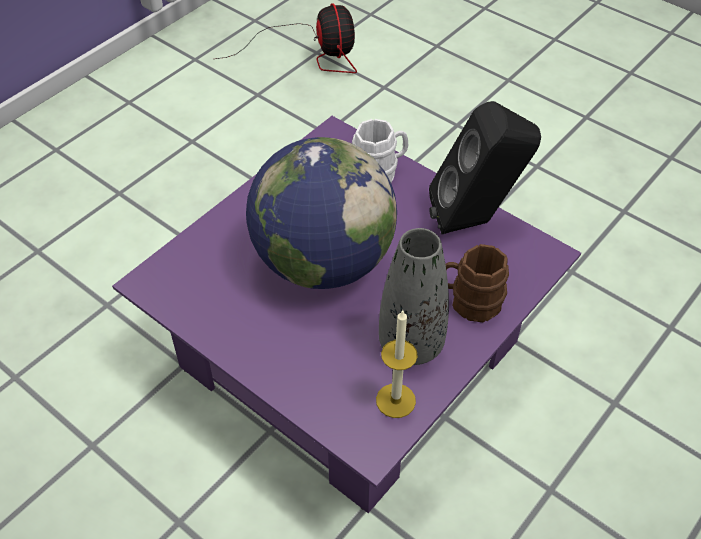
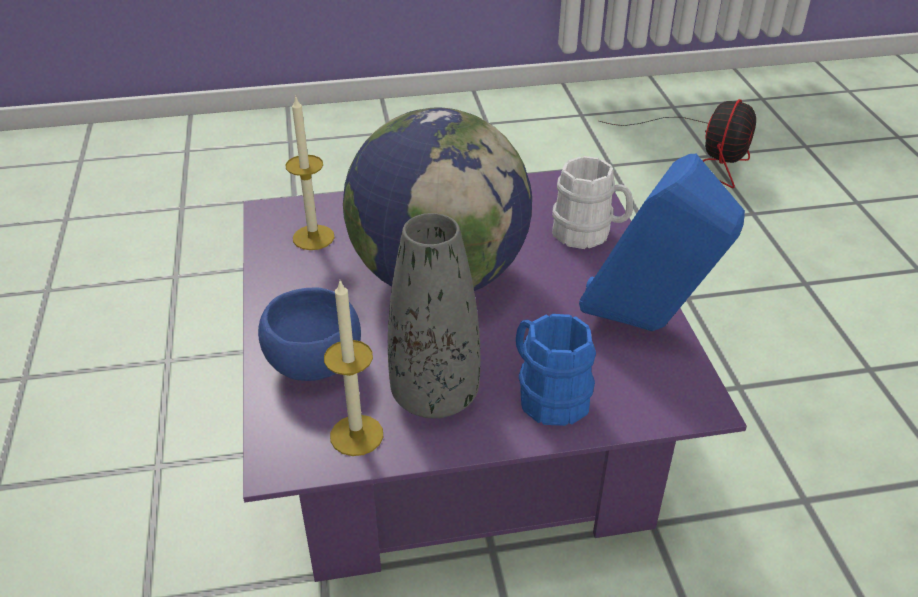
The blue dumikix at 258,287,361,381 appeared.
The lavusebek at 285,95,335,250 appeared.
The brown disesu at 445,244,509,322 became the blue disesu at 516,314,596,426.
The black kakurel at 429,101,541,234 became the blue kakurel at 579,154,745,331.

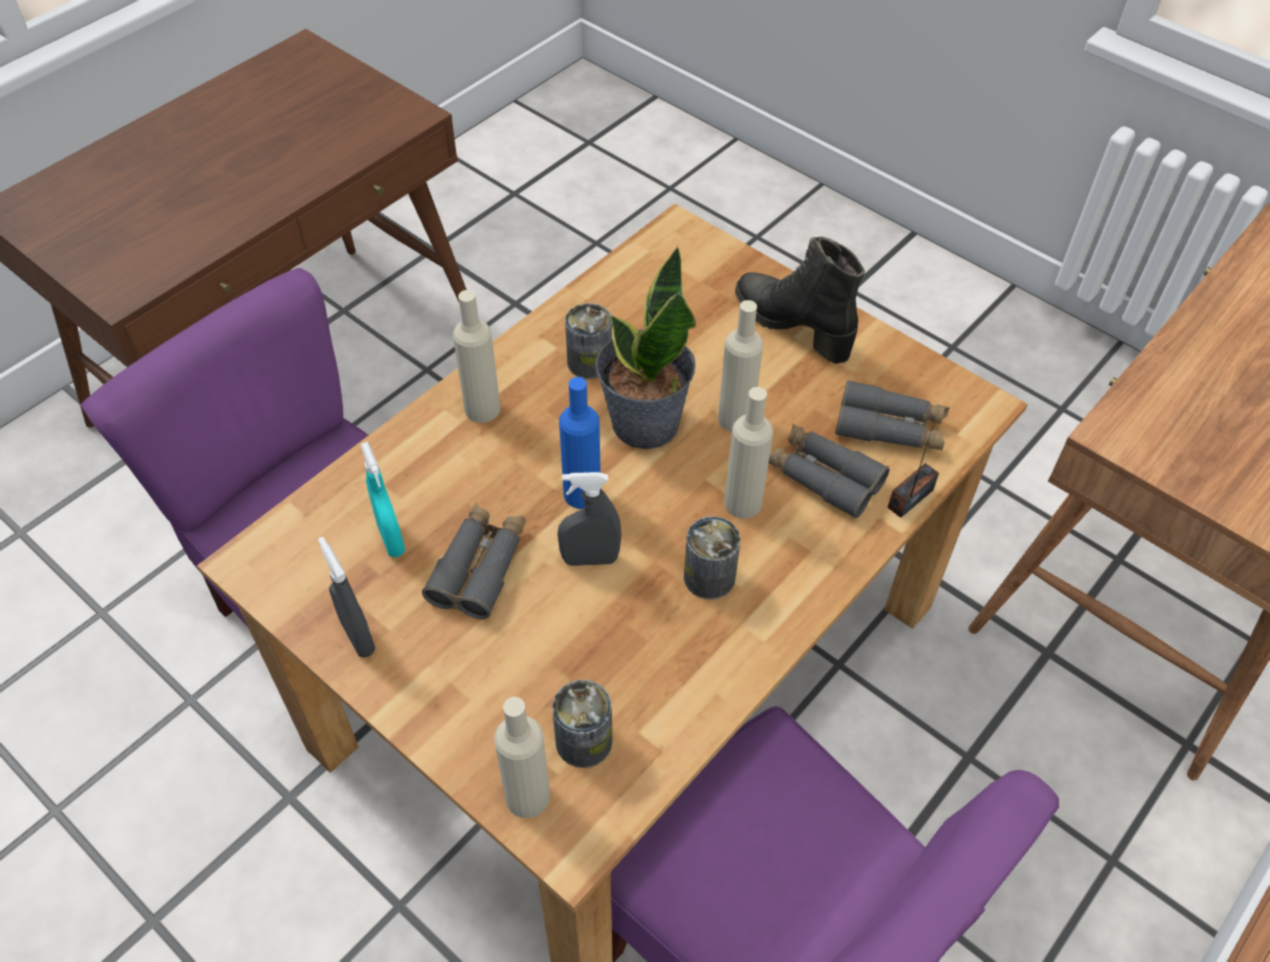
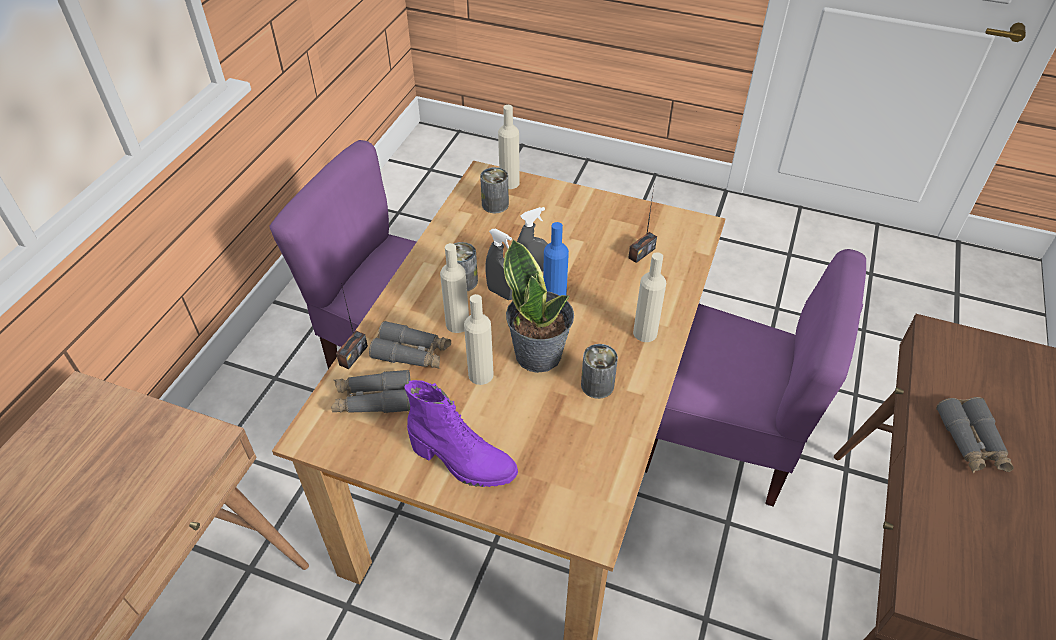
The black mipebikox at 735,237,865,364 became the purple mipebikox at 404,380,518,487.
The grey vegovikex moved from 318,537,375,658 to 486,229,513,300.
The turquoise vegovikex at 361,442,405,557 was replaced by the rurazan at 628,187,657,263.
The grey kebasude moved from 422,503,526,619 to 936,397,1014,474.

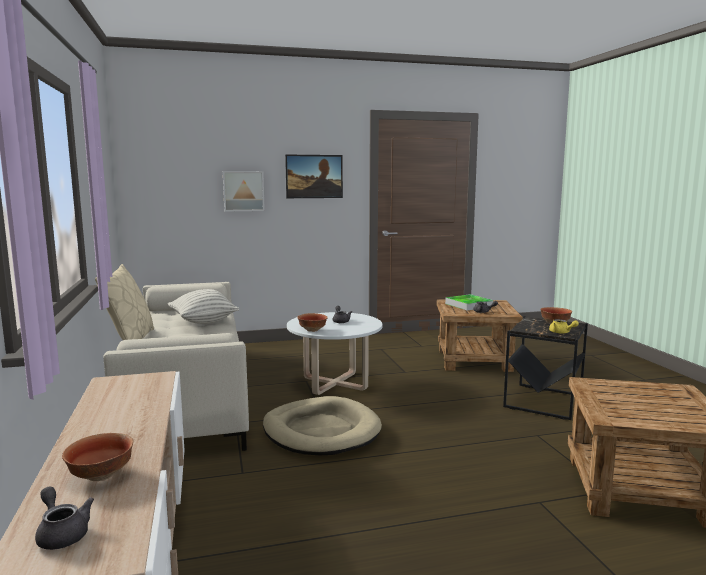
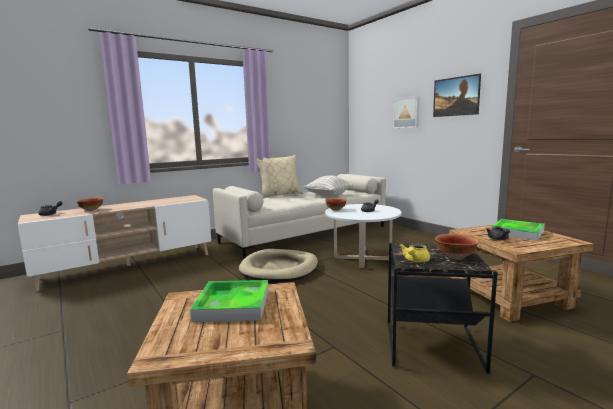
The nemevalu at 190,280,268,322 appeared.

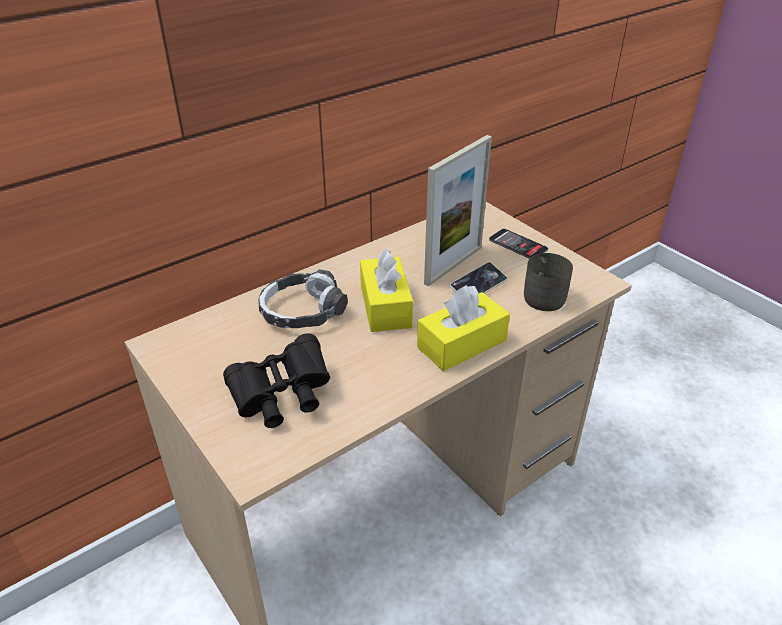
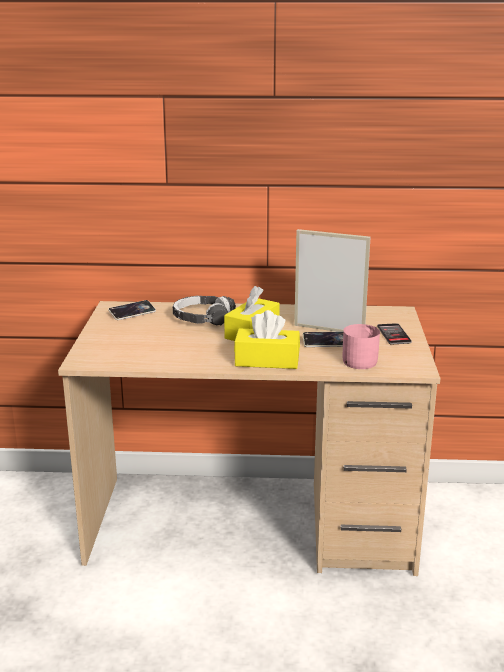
The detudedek at 108,300,156,320 appeared.
The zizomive at 424,135,492,286 turned 150 degrees counterclockwise.
The grey disesu at 524,253,573,311 became the pink disesu at 342,324,380,369.
The black kebasude at 223,333,330,428 disappeared.

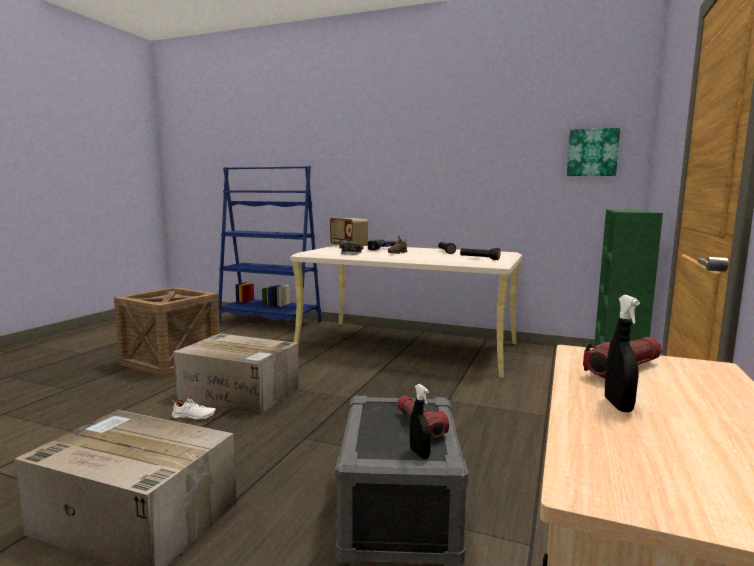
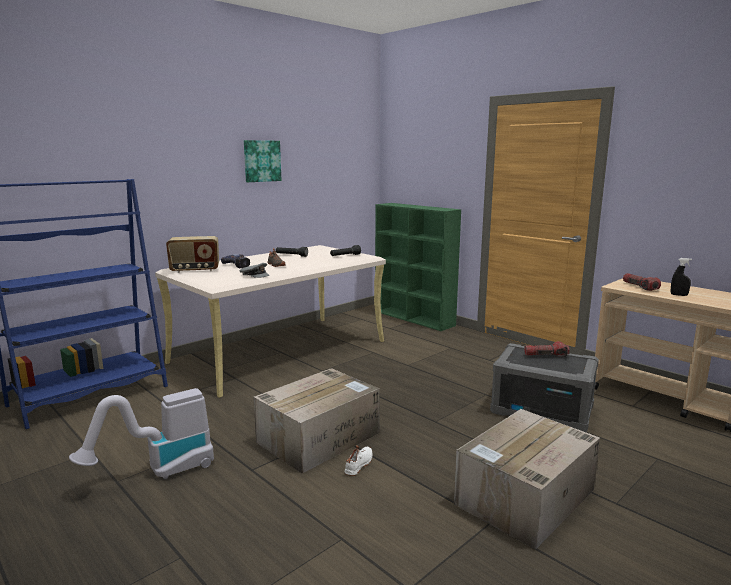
The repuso at 114,287,220,378 was replaced by the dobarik at 69,388,214,479.
The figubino moved from 567,128,620,176 to 244,140,282,182.
The black vegovikex at 410,384,431,459 disappeared.

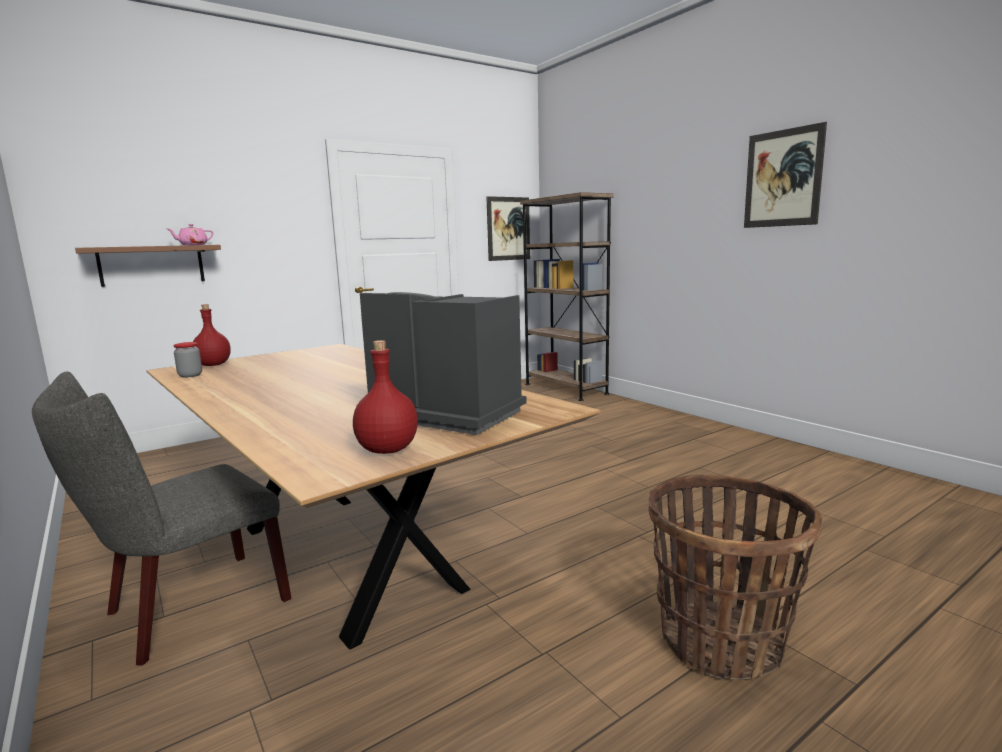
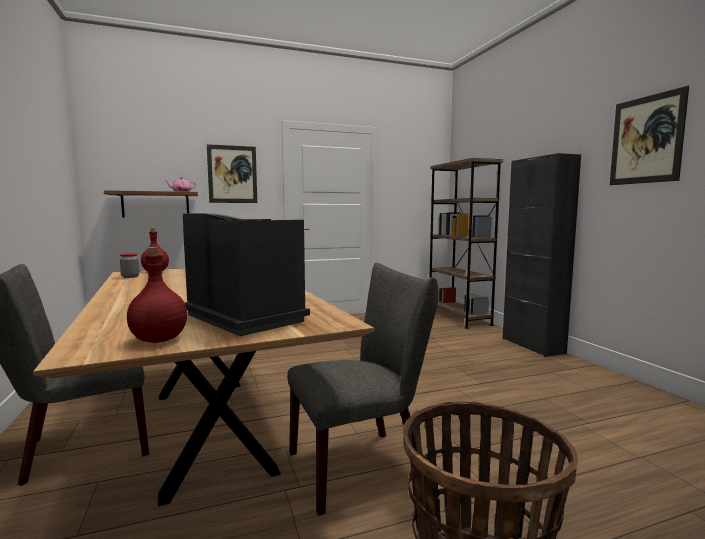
The figubino moved from 486,196,530,261 to 207,144,257,203.
The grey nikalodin at 287,263,439,516 appeared.
The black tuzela at 503,153,581,357 appeared.

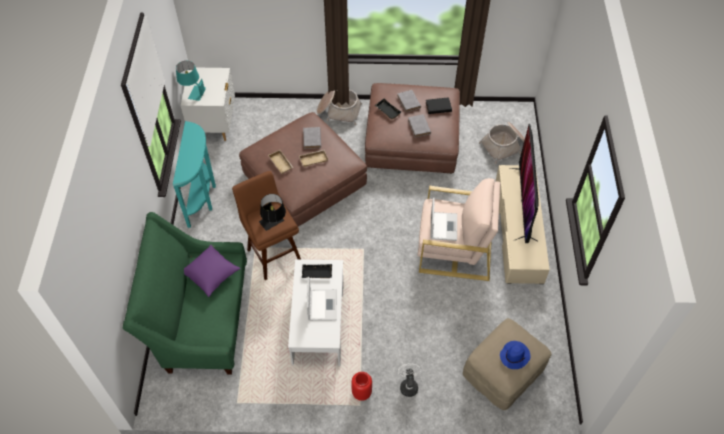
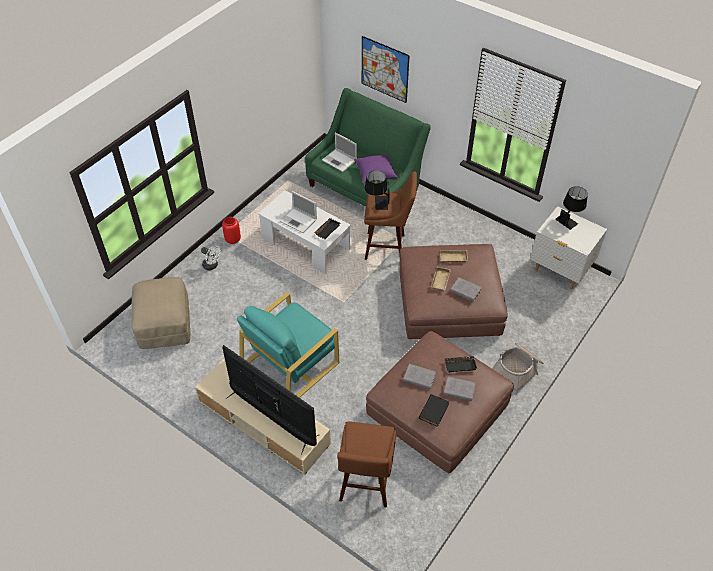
The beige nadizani at 417,178,501,281 became the turquoise nadizani at 237,292,339,398.
The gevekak moved from 430,198,457,241 to 322,132,357,172.
The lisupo at 479,122,525,164 was replaced by the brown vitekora at 337,421,396,507.
The figubino at 362,36,410,103 appeared.
The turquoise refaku at 176,61,206,101 became the black refaku at 555,186,588,230.
The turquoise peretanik at 173,121,216,228 disappeared.
The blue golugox at 500,341,531,369 disappeared.

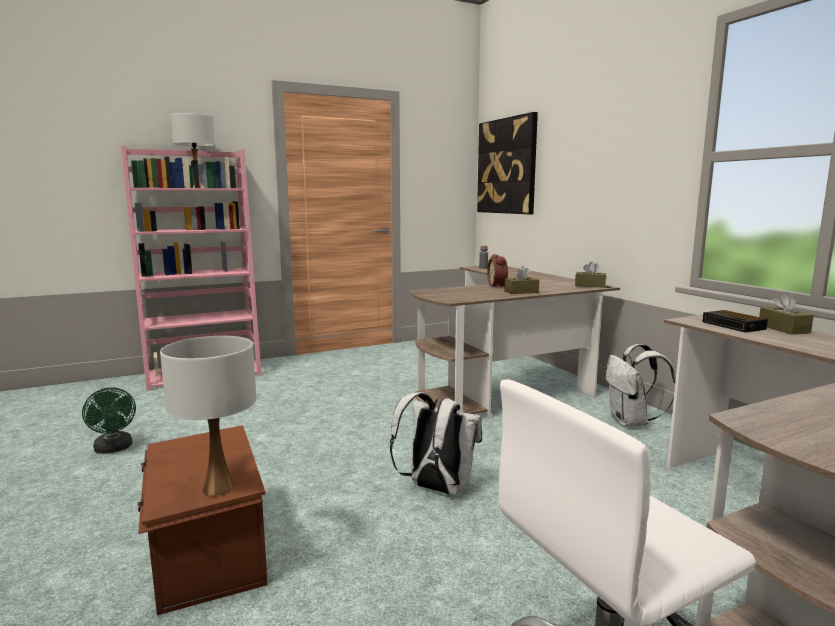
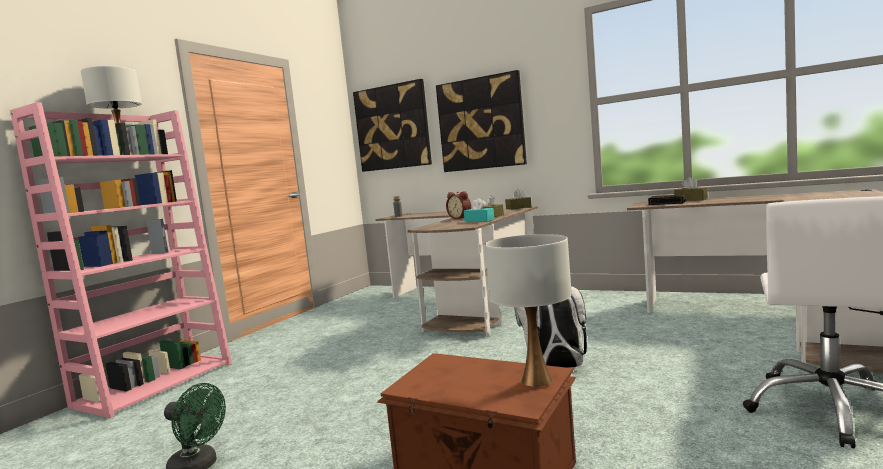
The figubino at 436,70,527,172 appeared.
The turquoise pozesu at 464,198,494,222 appeared.
The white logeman at 606,344,676,427 disappeared.

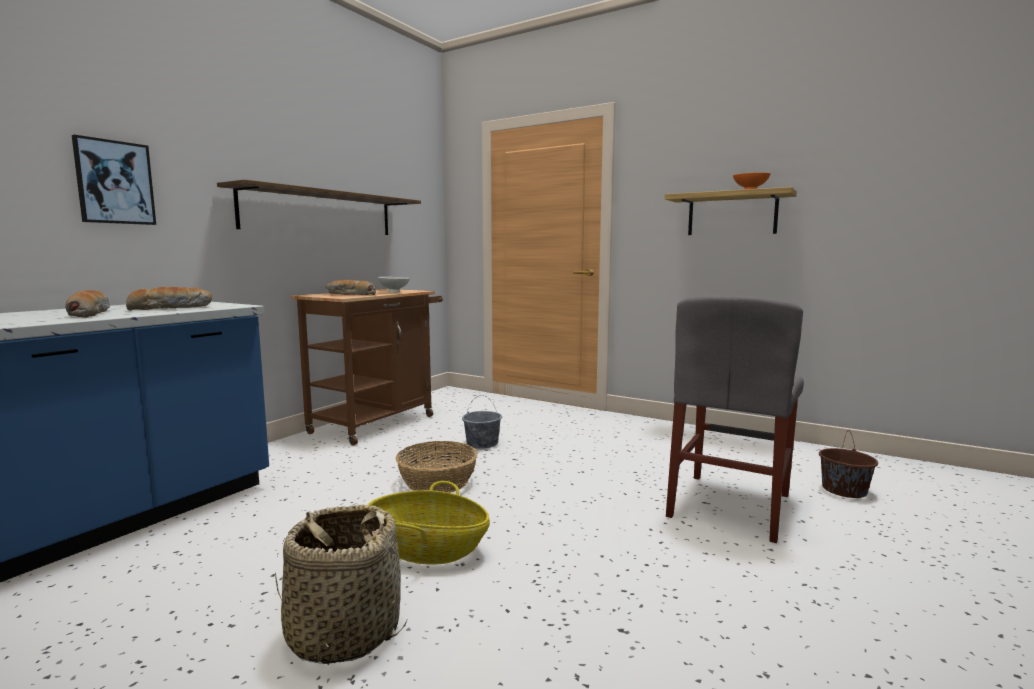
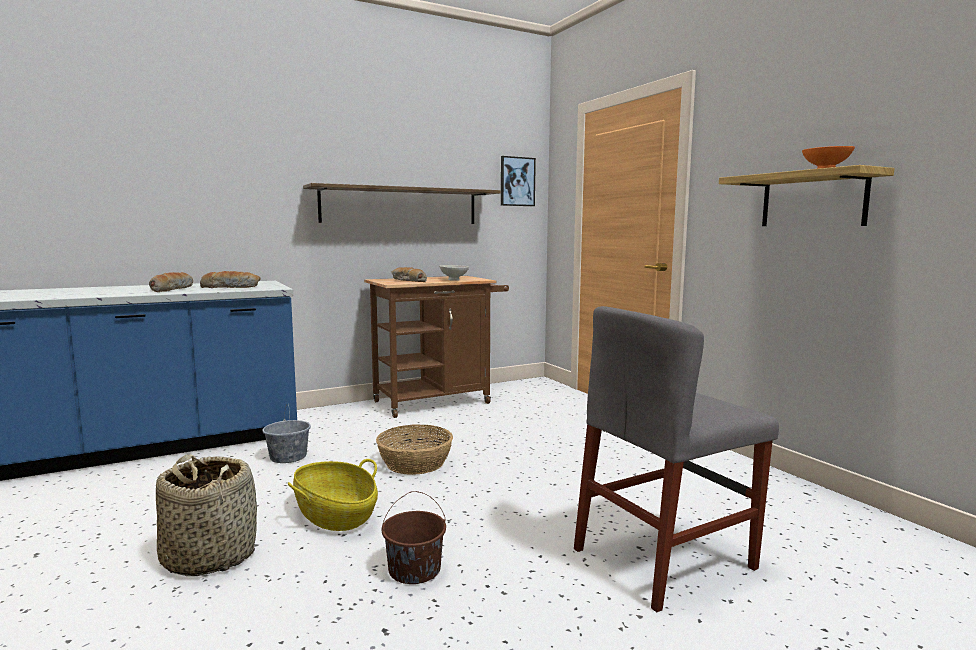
The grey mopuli moved from 462,395,502,449 to 262,404,311,463.
The brown mopuli moved from 819,430,878,498 to 382,491,446,584.
The figubino moved from 72,135,156,225 to 501,156,536,206.

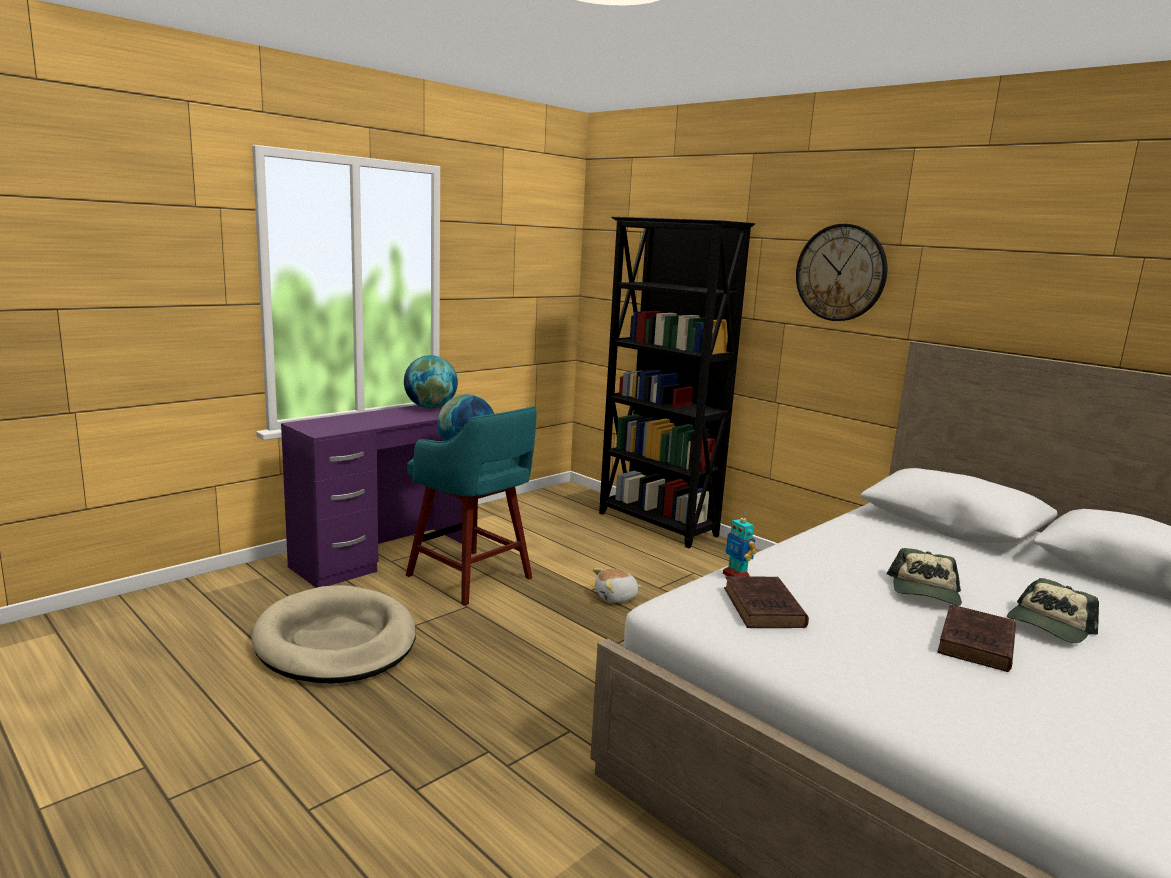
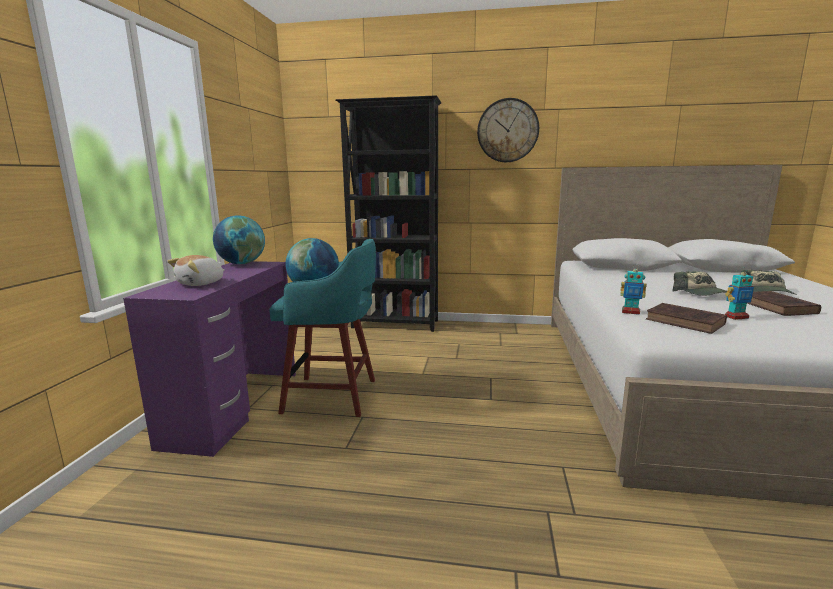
The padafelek moved from 592,568,642,603 to 167,255,225,286.
The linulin at 725,267,754,320 appeared.
The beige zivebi at 251,585,416,683 disappeared.

